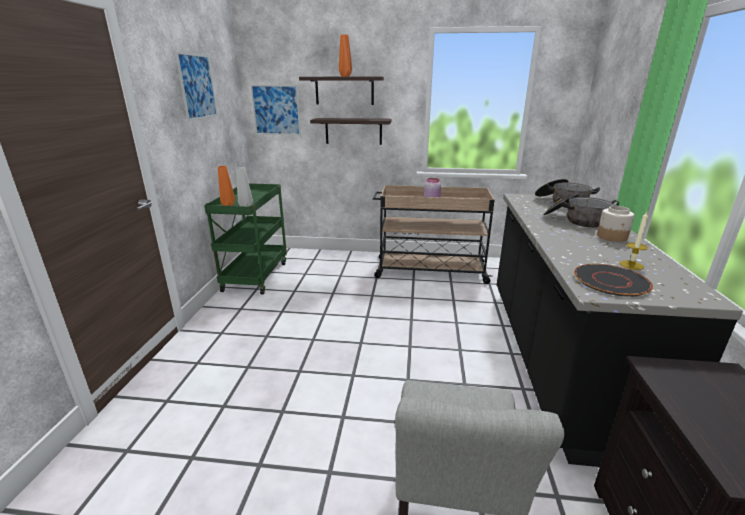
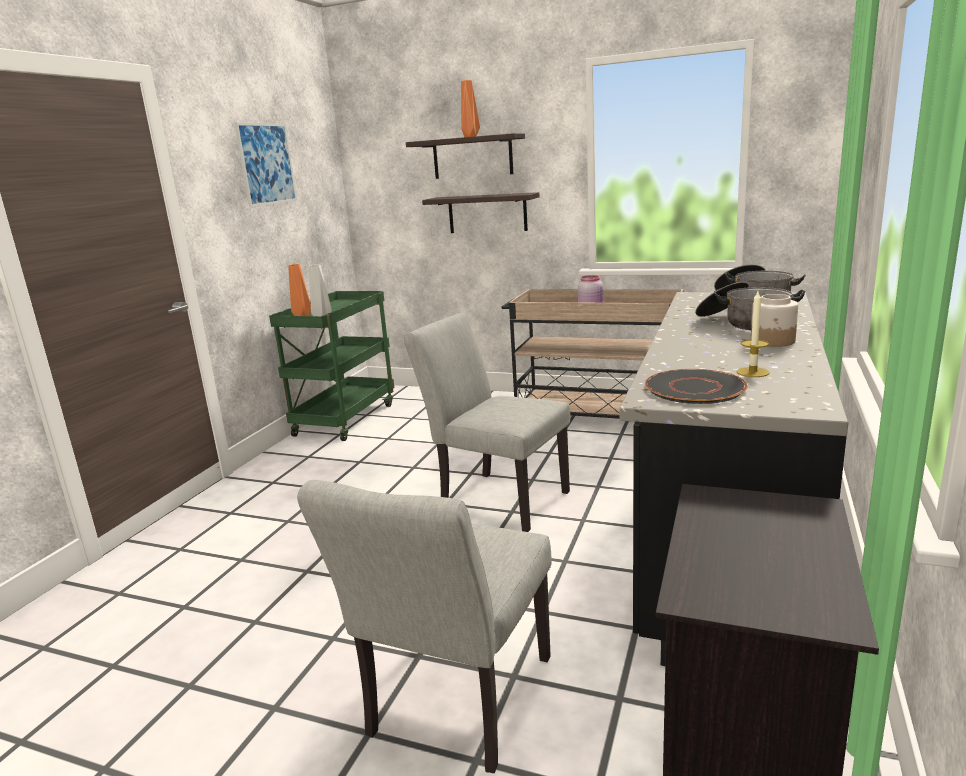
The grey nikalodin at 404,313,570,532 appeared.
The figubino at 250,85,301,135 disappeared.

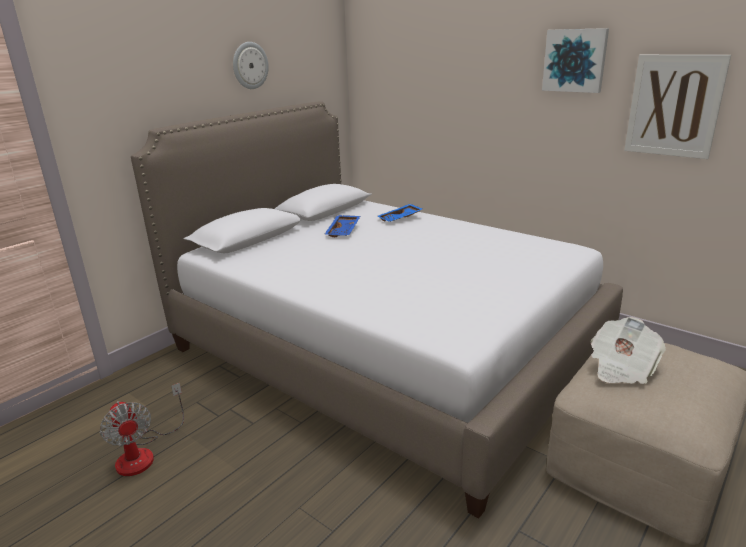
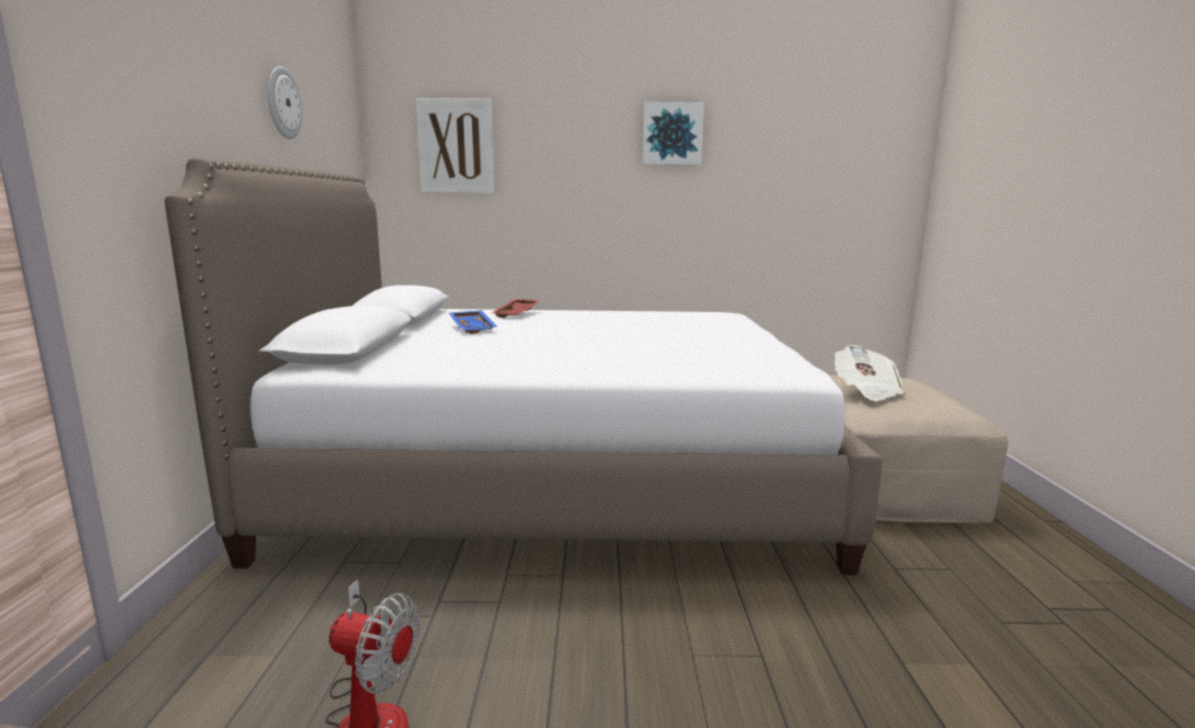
The figubino moved from 624,55,731,159 to 416,98,494,193.
The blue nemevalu at 377,204,422,222 became the red nemevalu at 491,299,541,318.

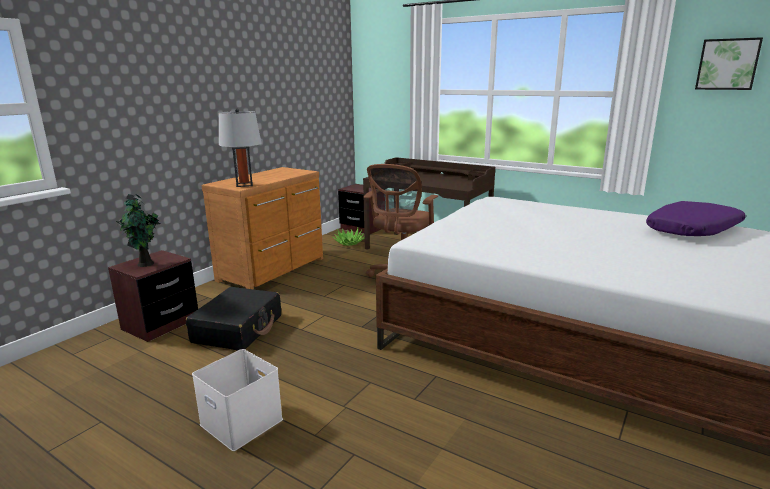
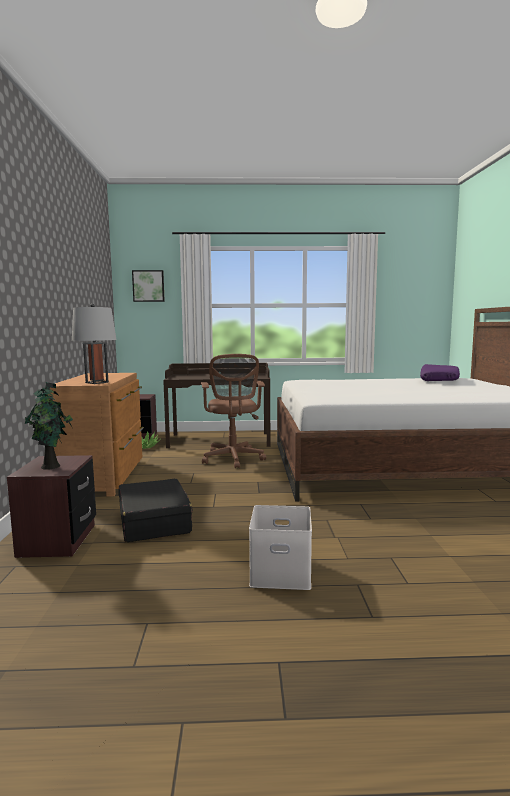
The figubino moved from 695,37,763,90 to 132,270,165,302.

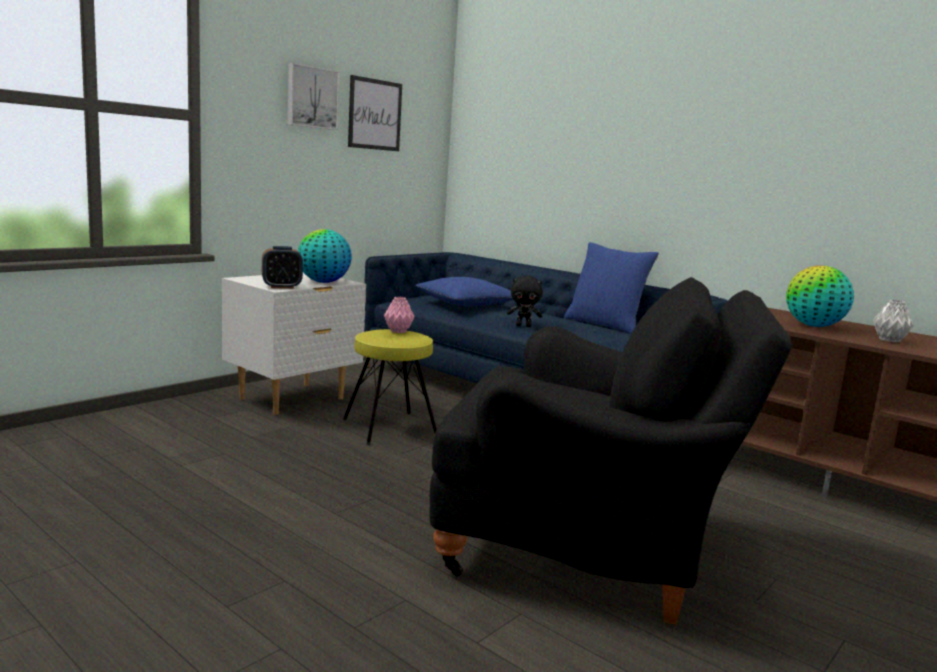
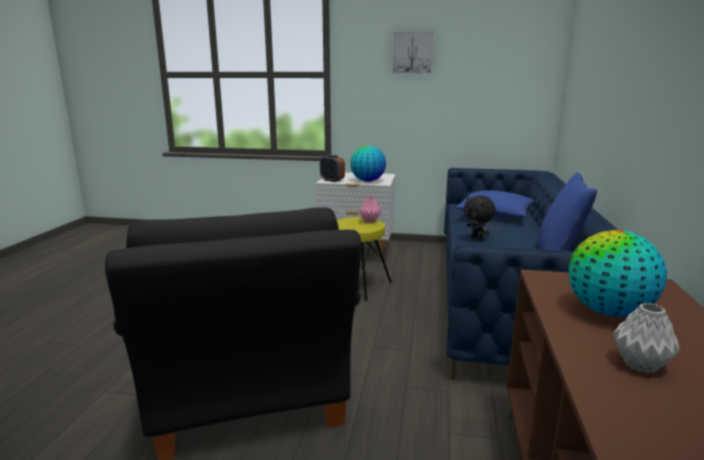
The figubino at 348,75,402,151 disappeared.

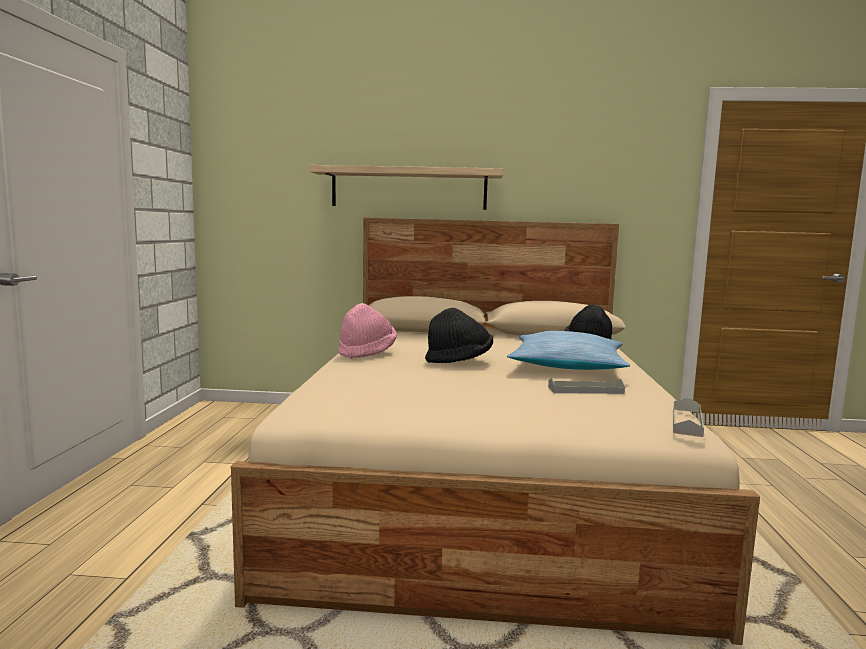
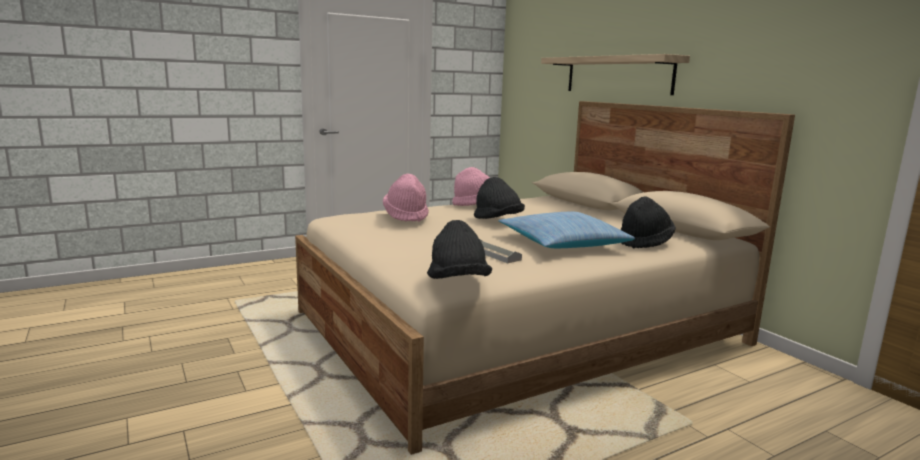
The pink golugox at 383,174,429,222 appeared.
The grey nemevalu at 673,397,704,437 was replaced by the black golugox at 427,220,492,279.

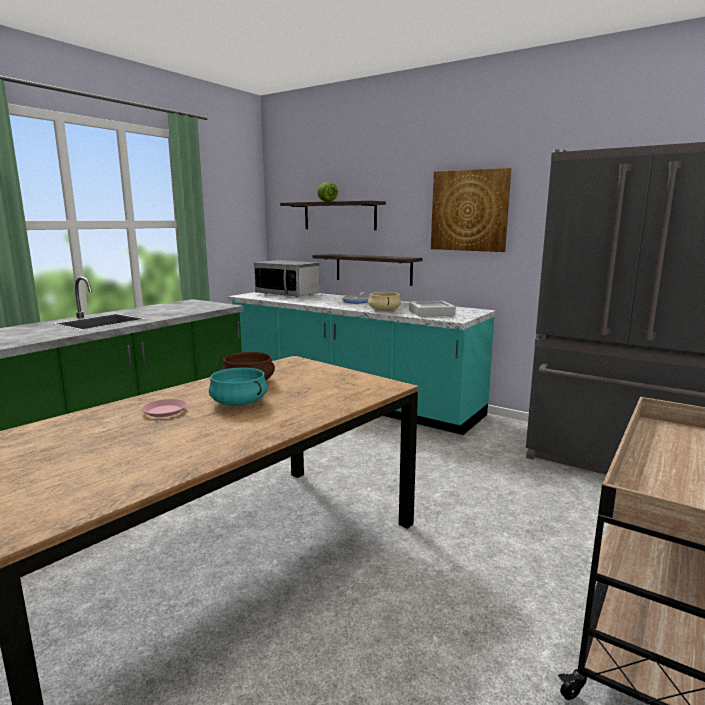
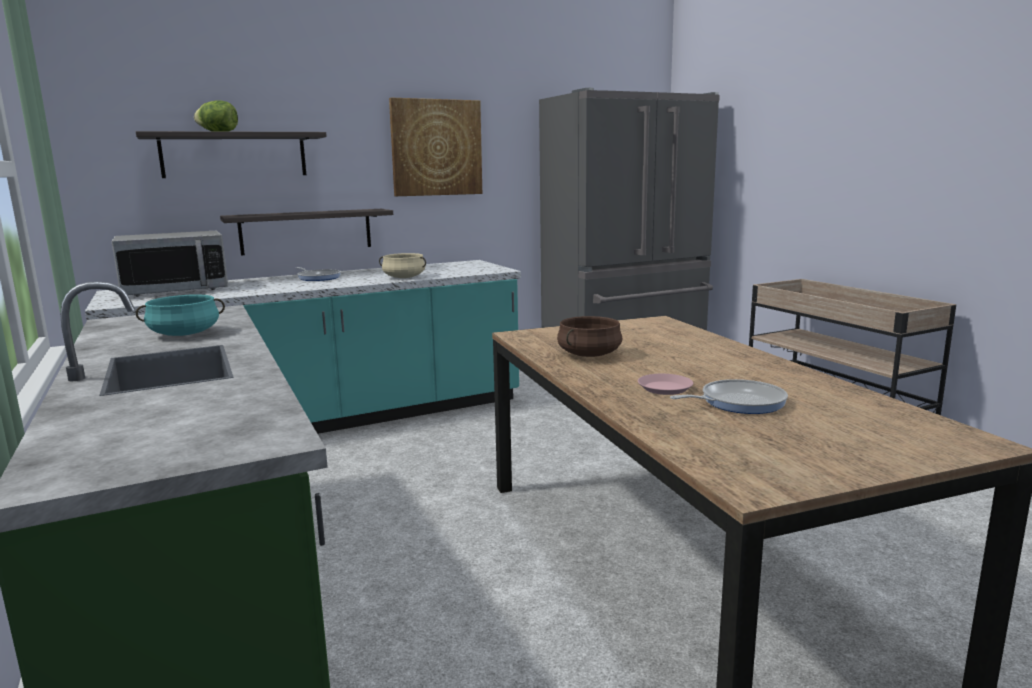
The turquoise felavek moved from 209,367,268,406 to 136,294,225,336.
The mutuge at 670,379,788,414 appeared.
The grey nemevalu at 409,301,456,317 disappeared.

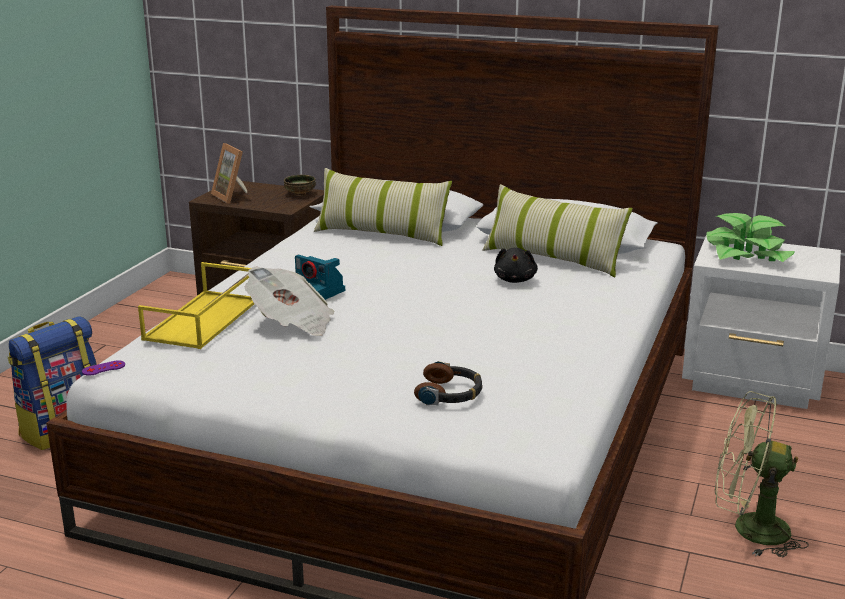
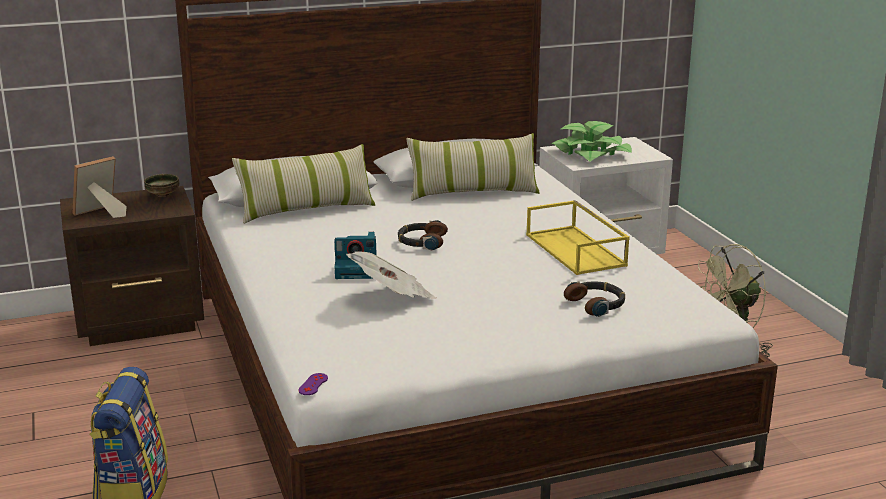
The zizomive at 211,143,247,204 turned 120 degrees clockwise.
The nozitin at 398,220,448,250 appeared.
The yellow nemevalu moved from 138,262,254,349 to 526,200,630,275.
The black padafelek at 494,248,538,283 disappeared.

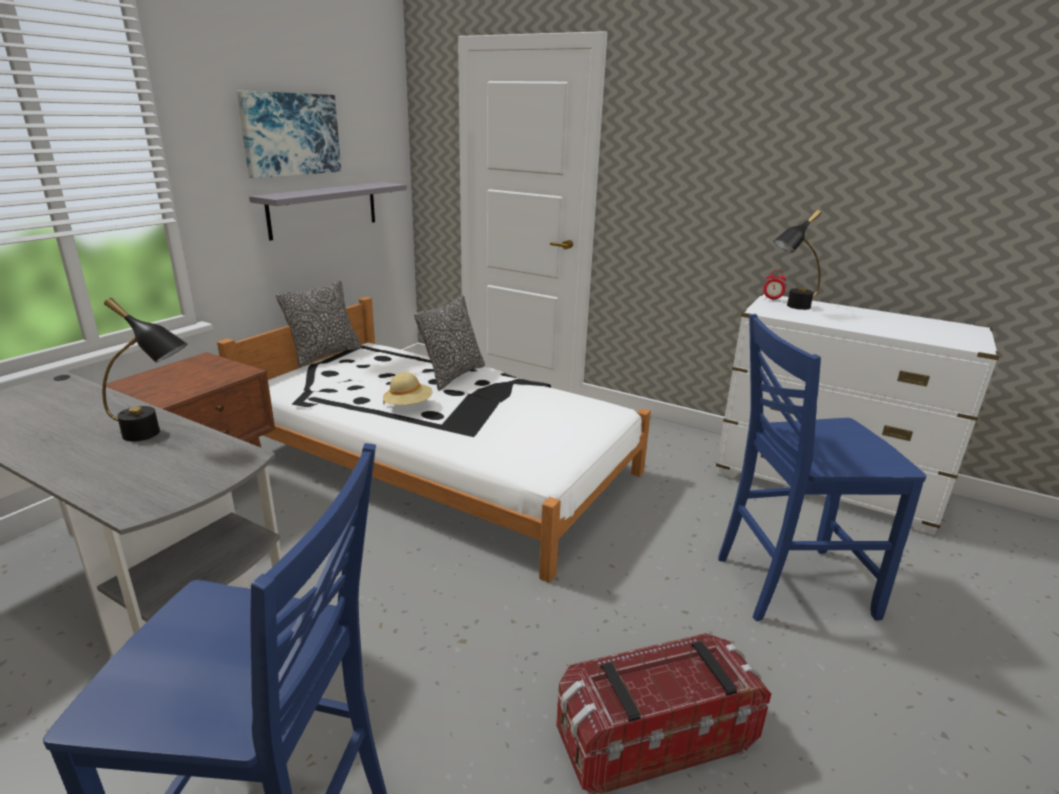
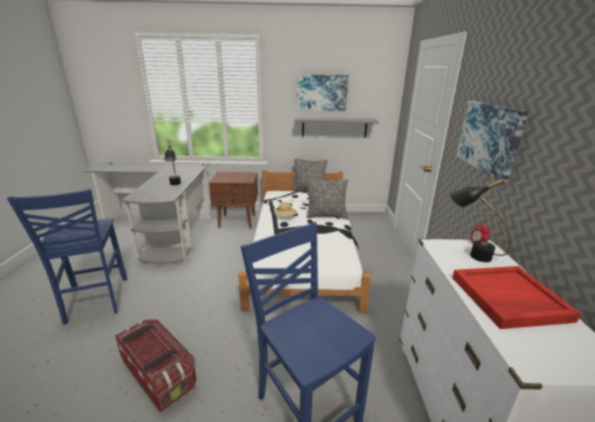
The red nemevalu at 452,266,581,329 appeared.
The figubino at 456,101,529,182 appeared.

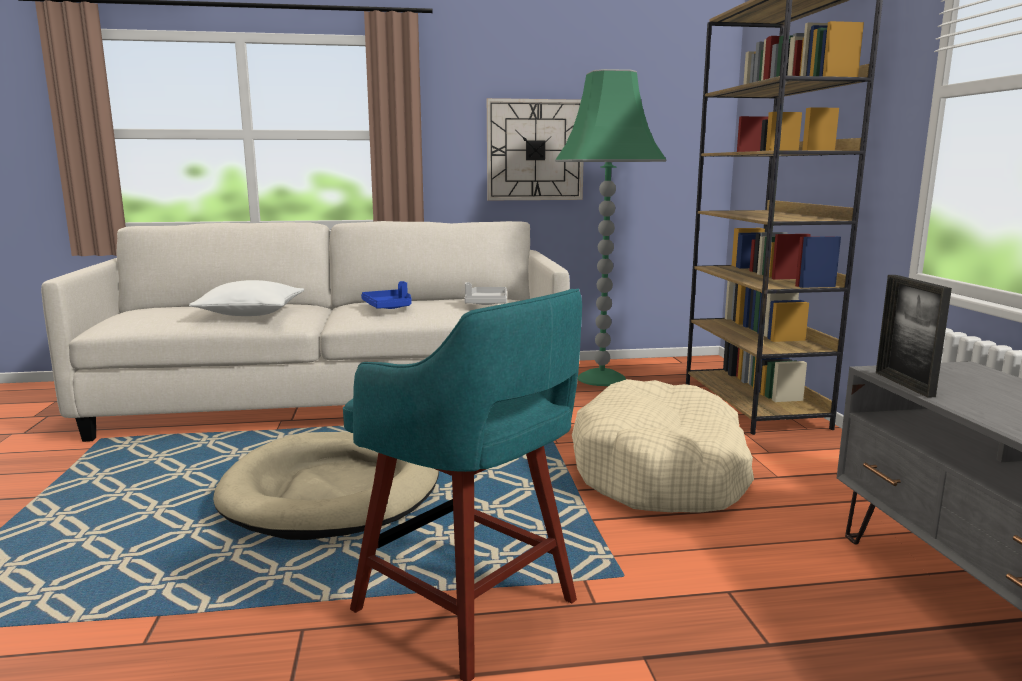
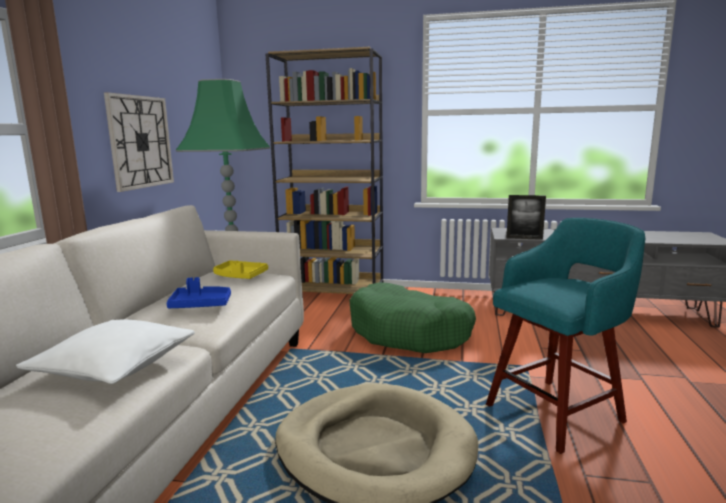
The grey nemevalu at 464,282,507,305 became the yellow nemevalu at 213,260,268,279.
The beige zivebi at 572,379,754,513 became the green zivebi at 349,282,476,353.

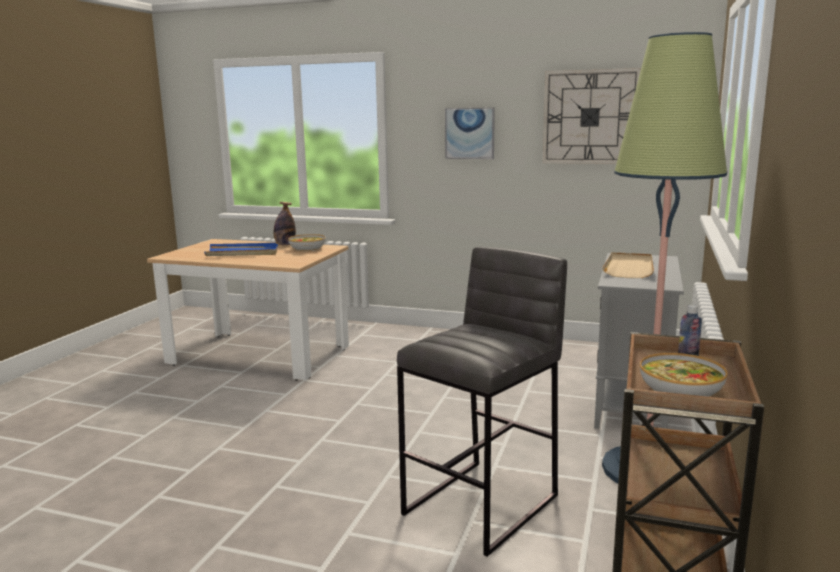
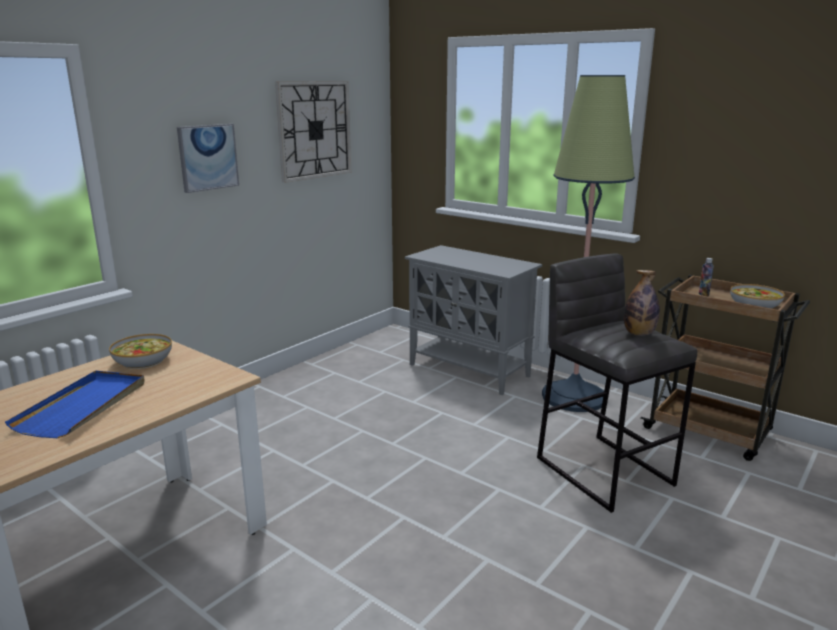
The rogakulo moved from 274,202,296,245 to 624,270,660,336.
The beige nemevalu at 602,252,654,278 disappeared.

